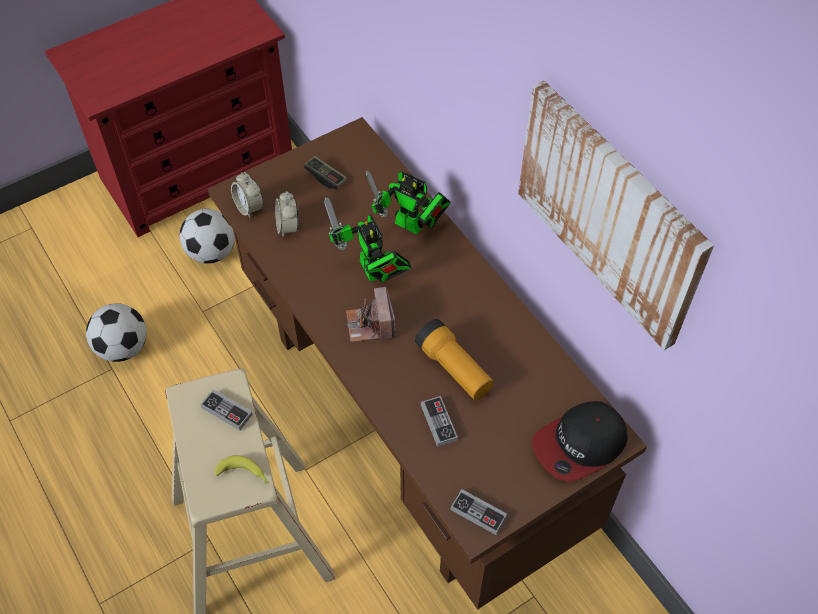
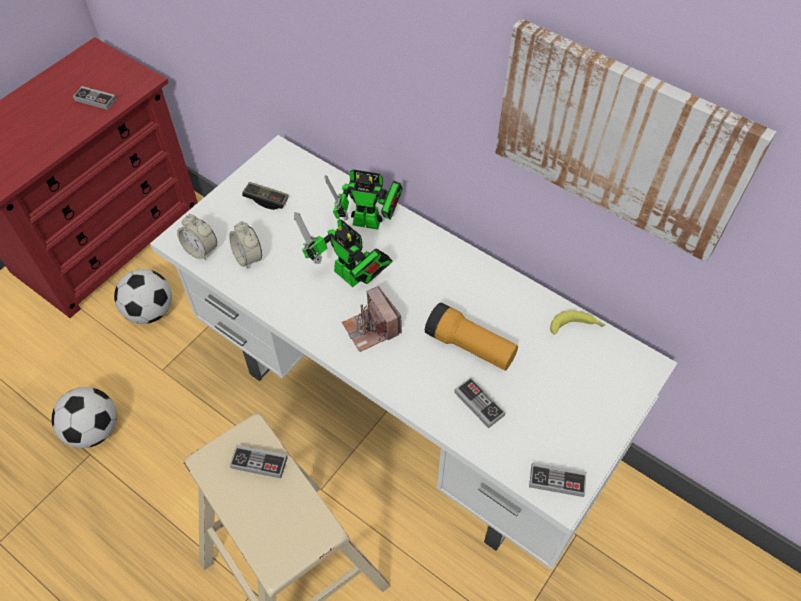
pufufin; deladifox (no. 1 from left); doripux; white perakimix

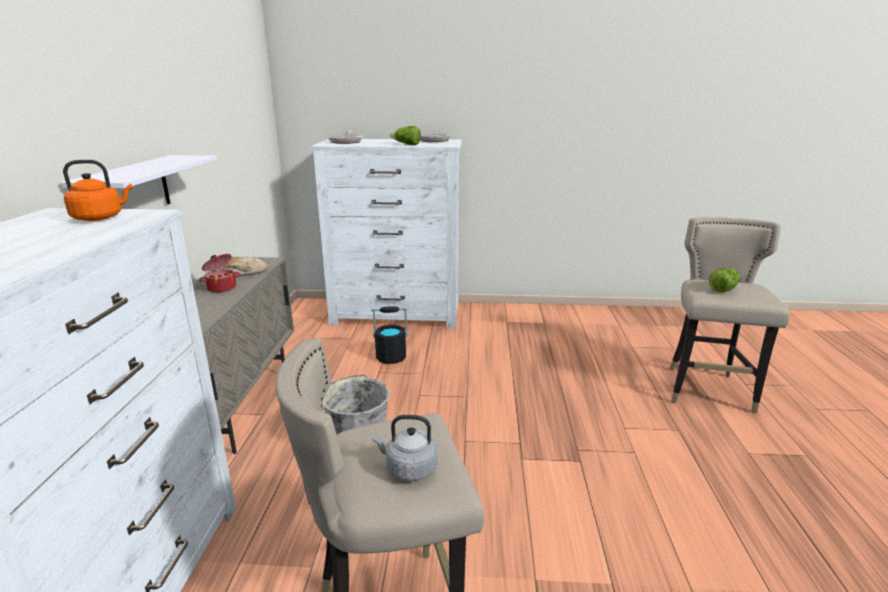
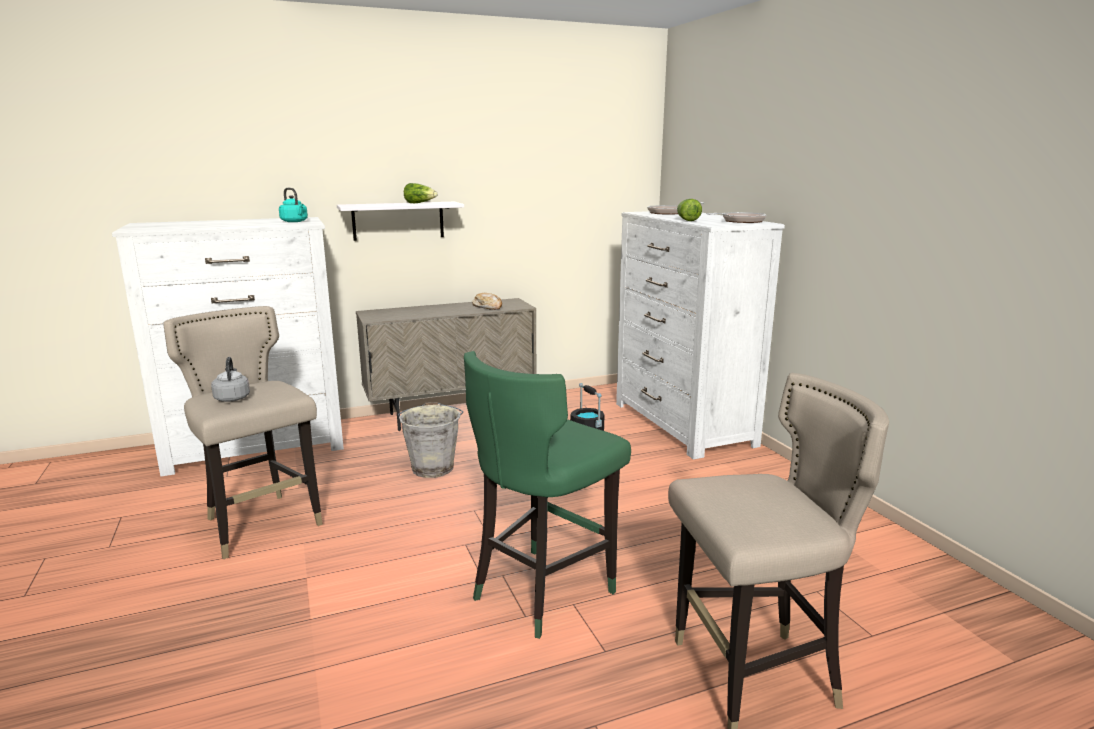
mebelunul; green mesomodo; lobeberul (no. 1 from left); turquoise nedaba

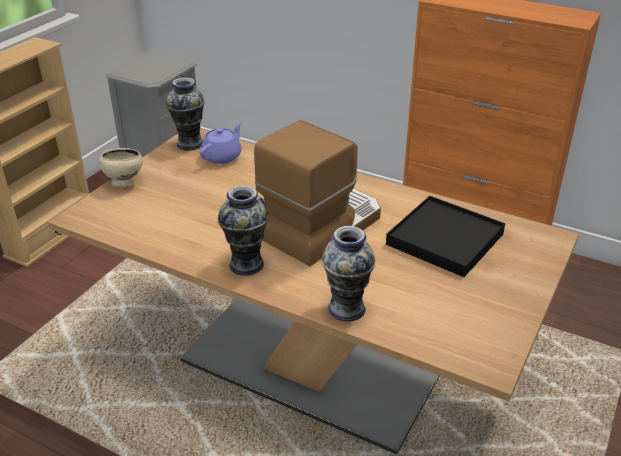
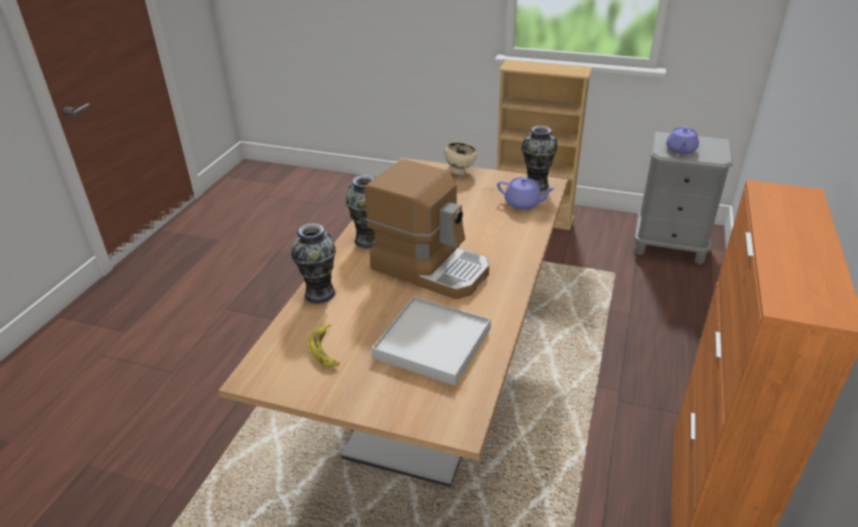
doripux; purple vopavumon (no. 2 from left); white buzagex

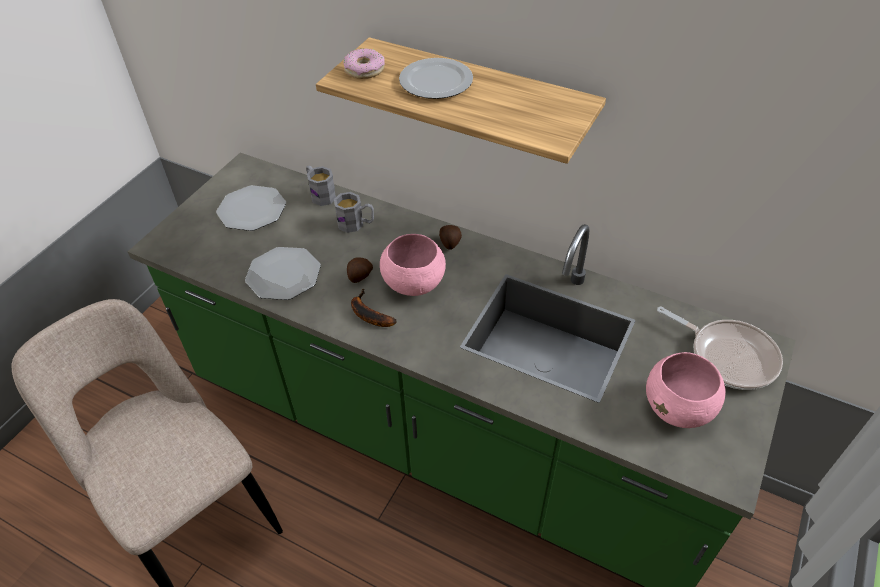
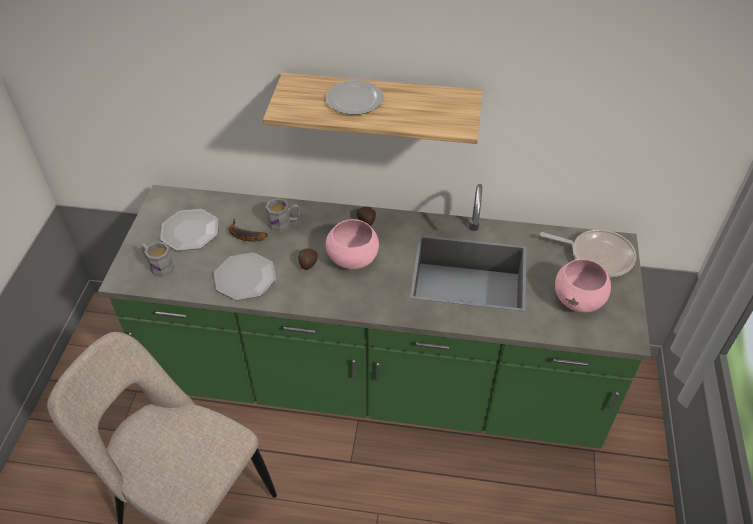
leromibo; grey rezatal (no. 1 from left); doripux

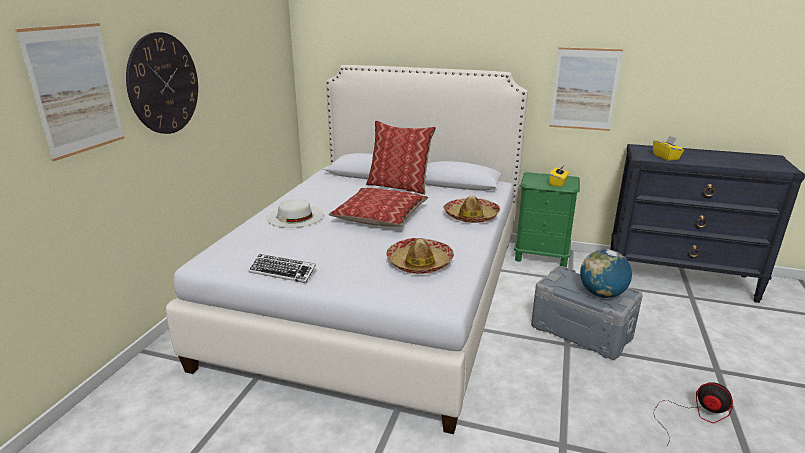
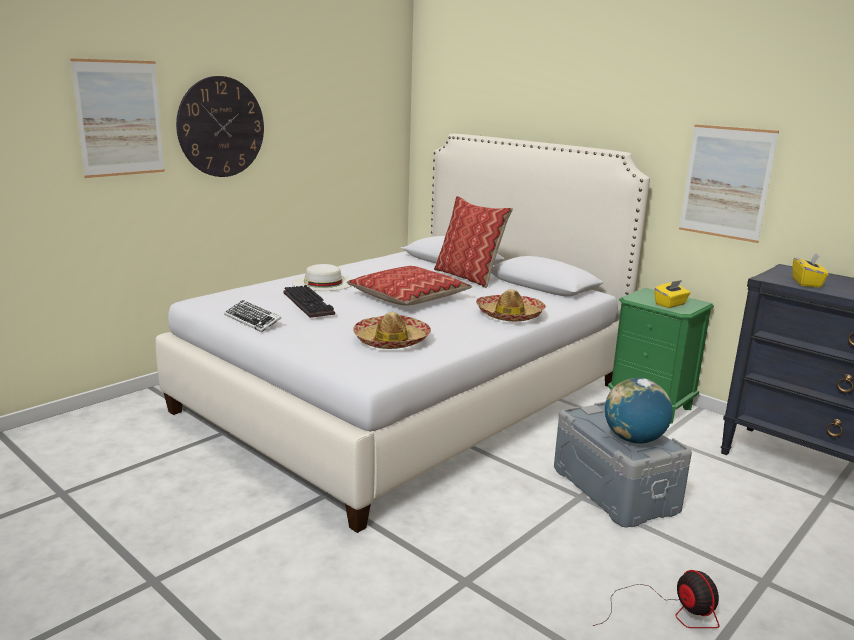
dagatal (no. 2 from left)

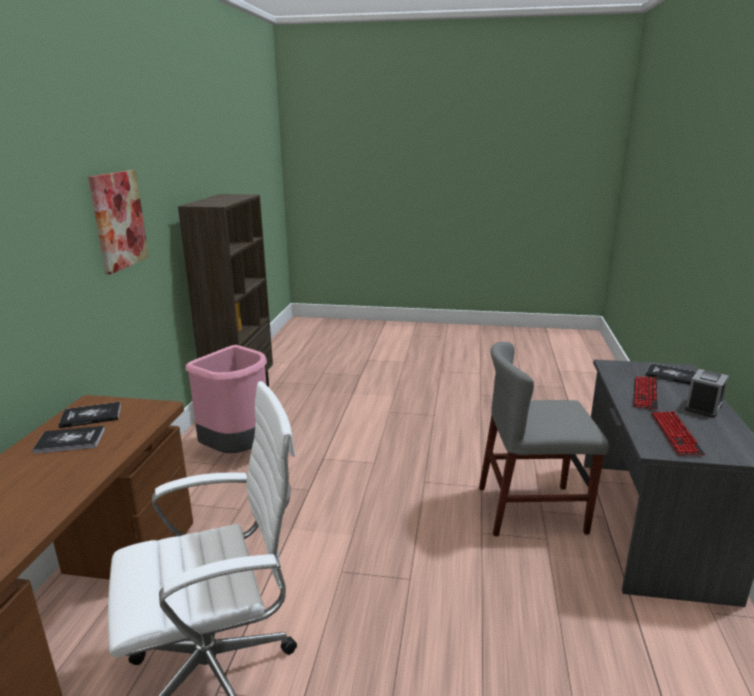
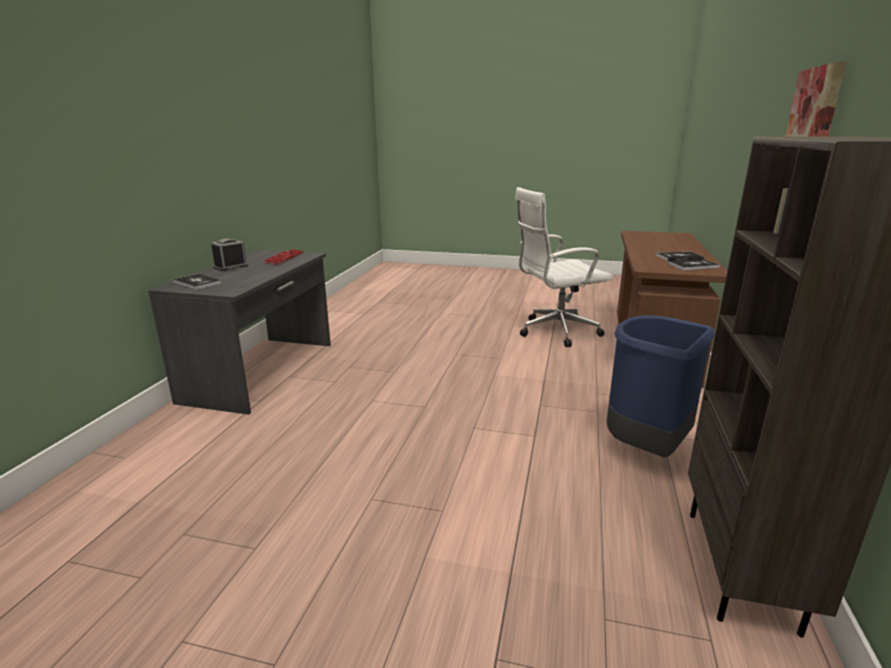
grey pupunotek; dagatal (no. 1 from left in the first image); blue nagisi

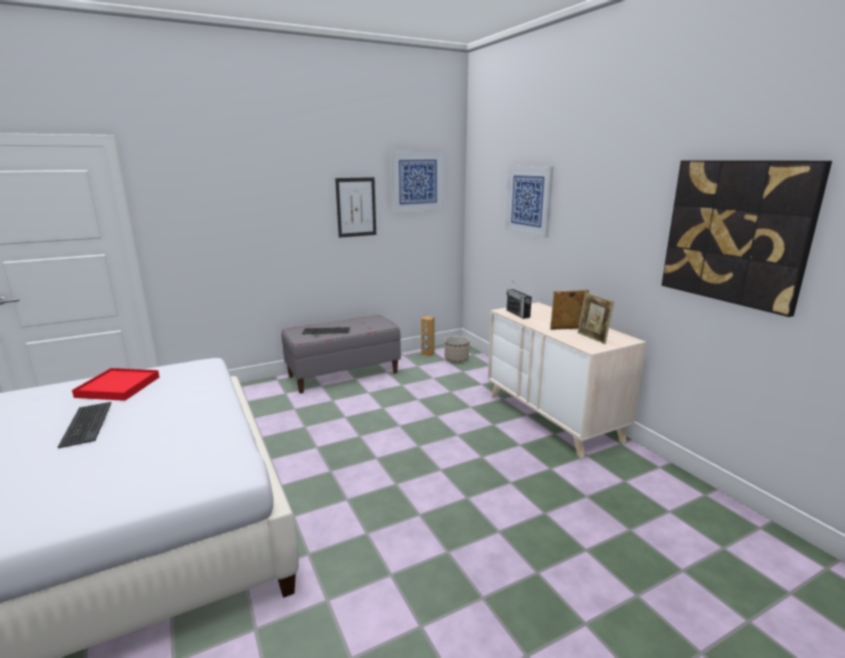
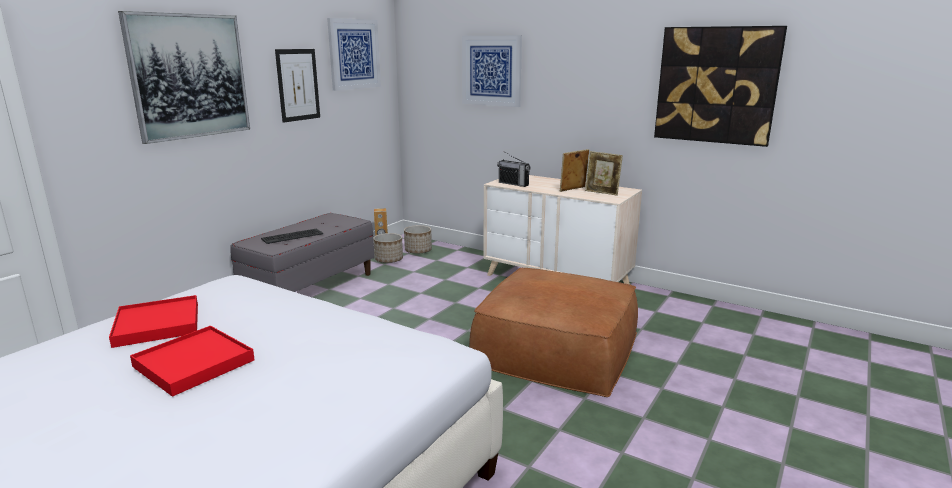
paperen (no. 1 from left); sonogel (no. 1 from left); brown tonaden; red buzagex (no. 2 from left)

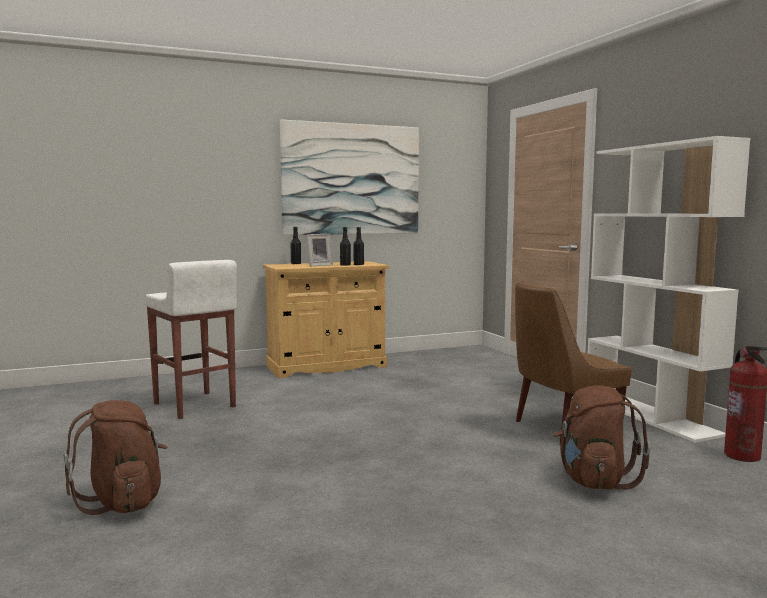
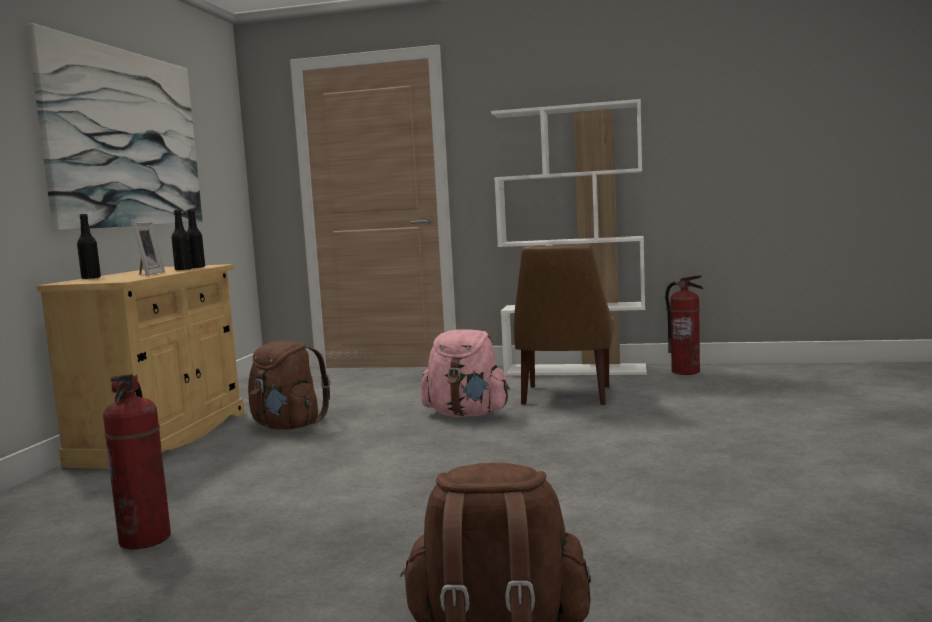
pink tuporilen; brown tuporilen (no. 1 from left); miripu (no. 1 from left)

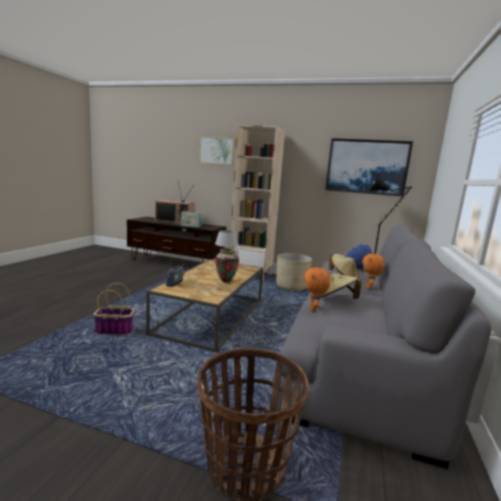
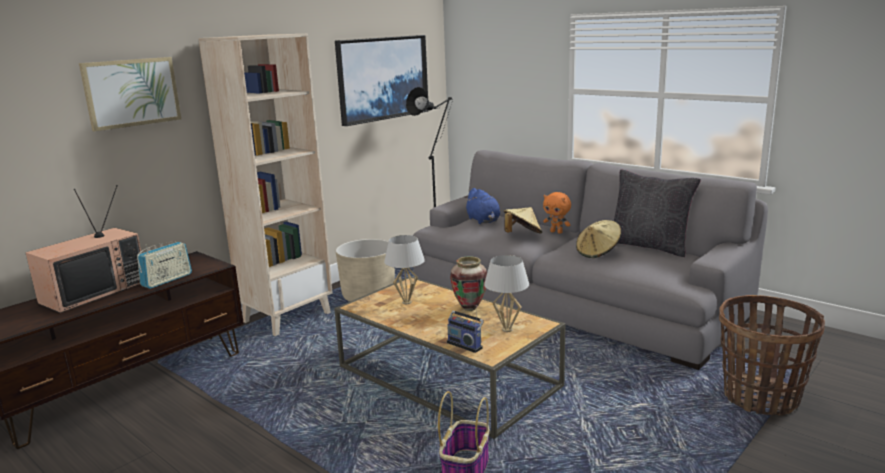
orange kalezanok (no. 1 from left in the first image); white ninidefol (no. 2 from left); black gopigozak

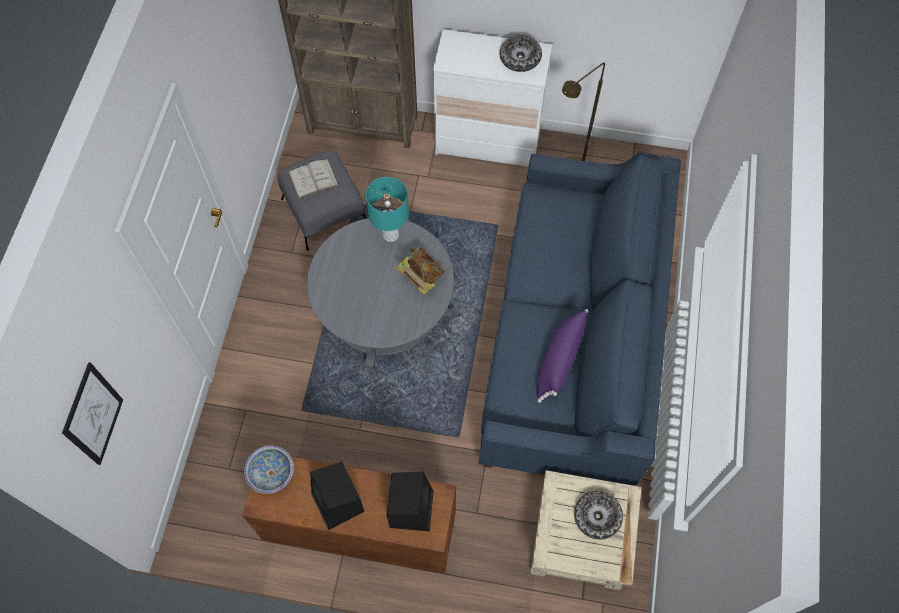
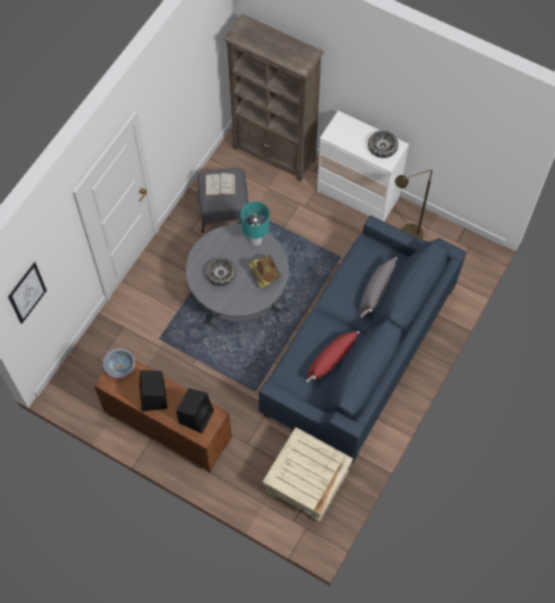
grey gopigozak; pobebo (no. 2 from left); red gopigozak

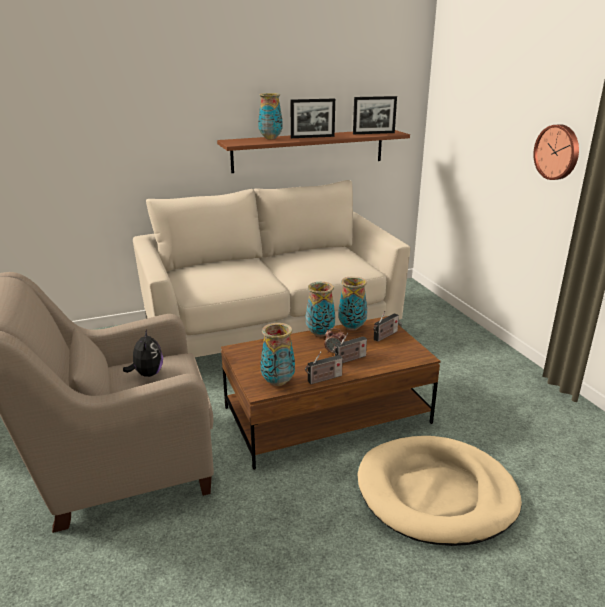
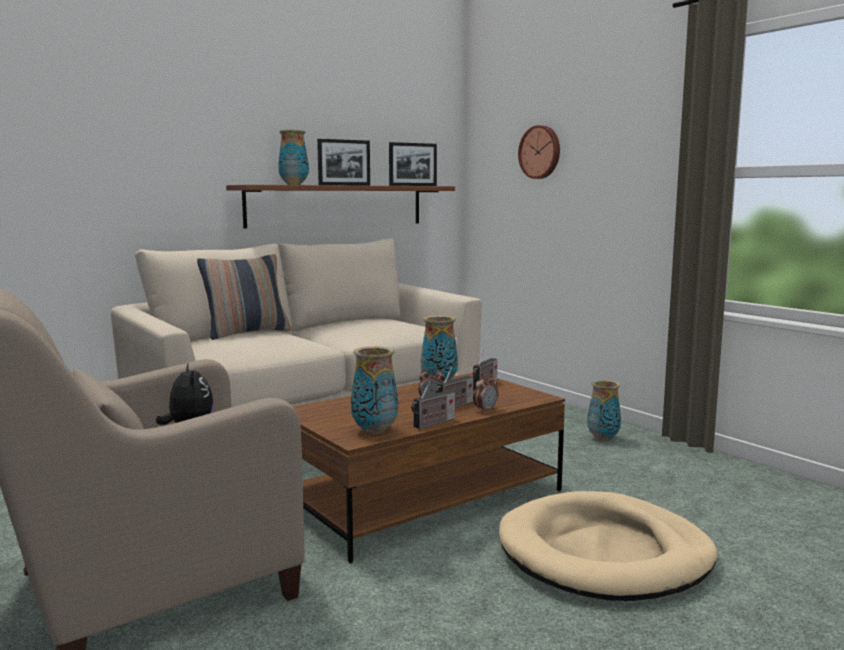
gopigozak; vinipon (no. 2 from left); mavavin (no. 4 from left); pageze

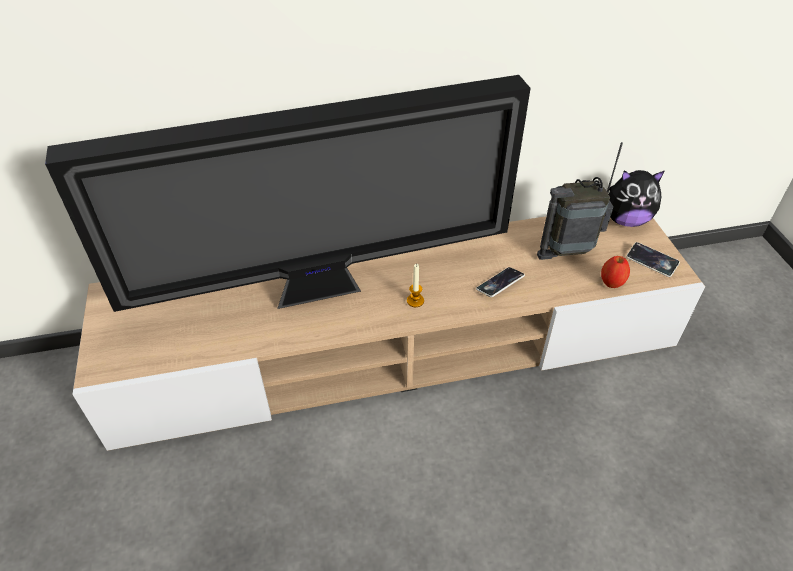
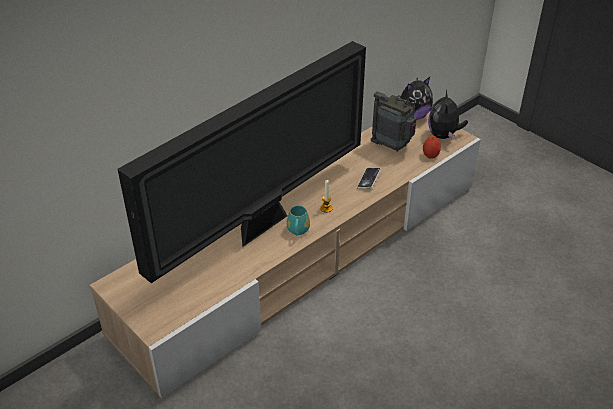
turquoise rezatal; kalezanok (no. 2 from left); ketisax

